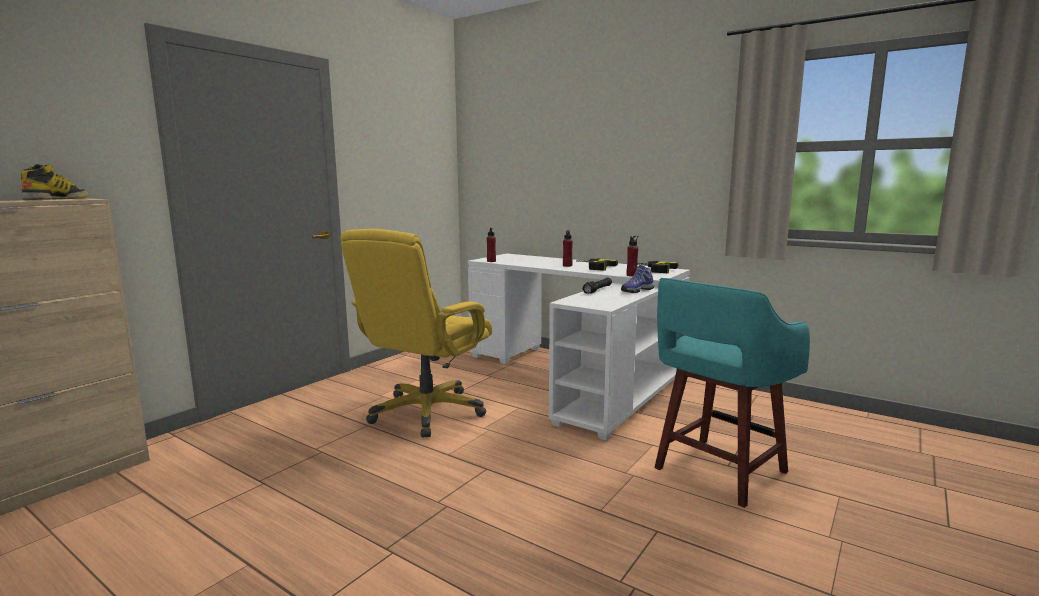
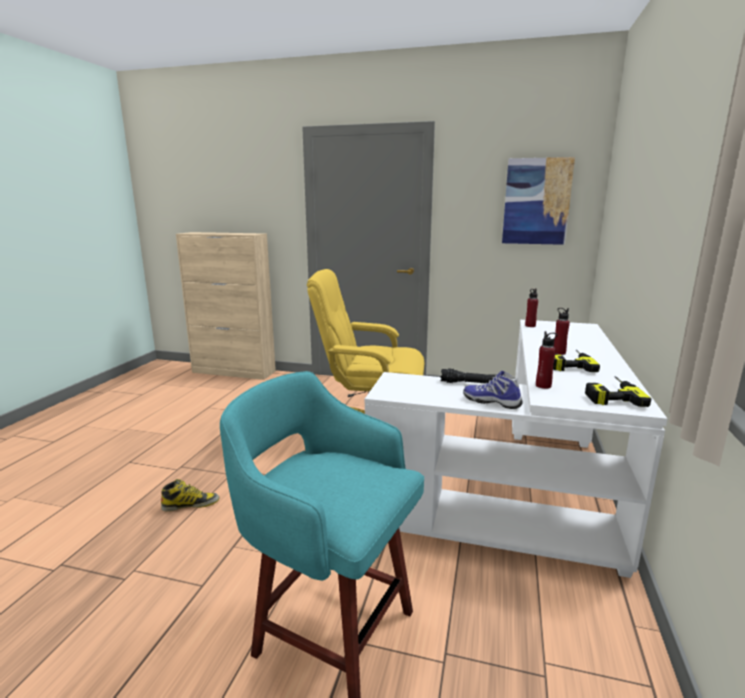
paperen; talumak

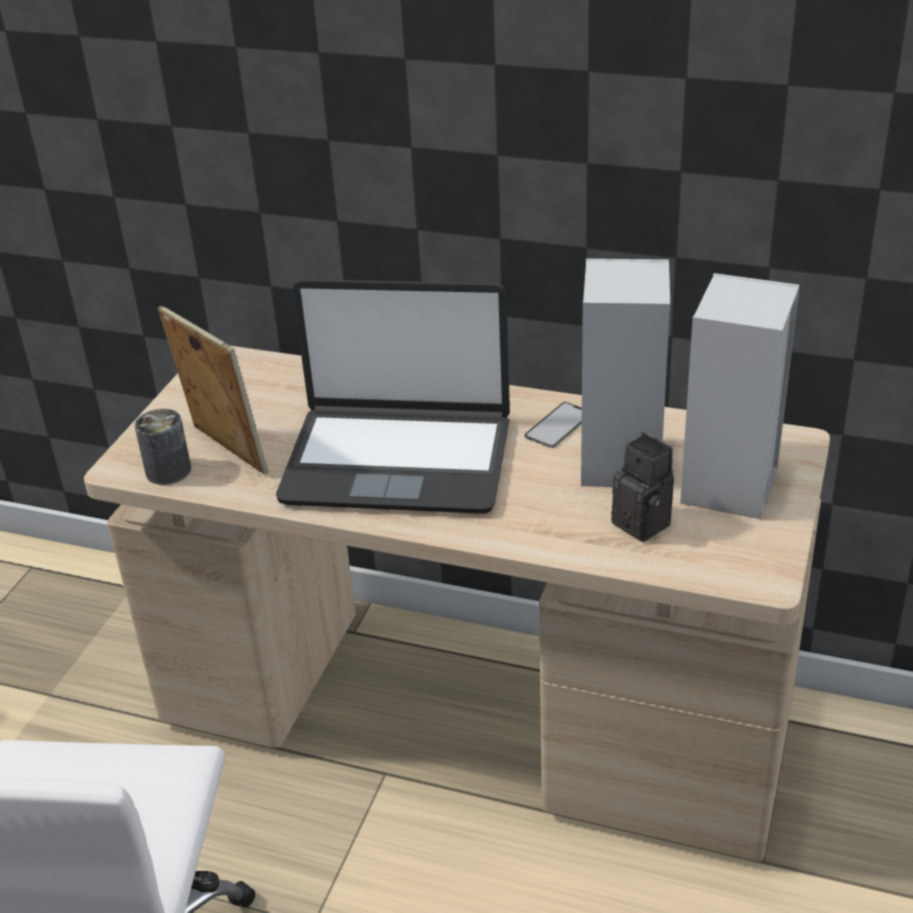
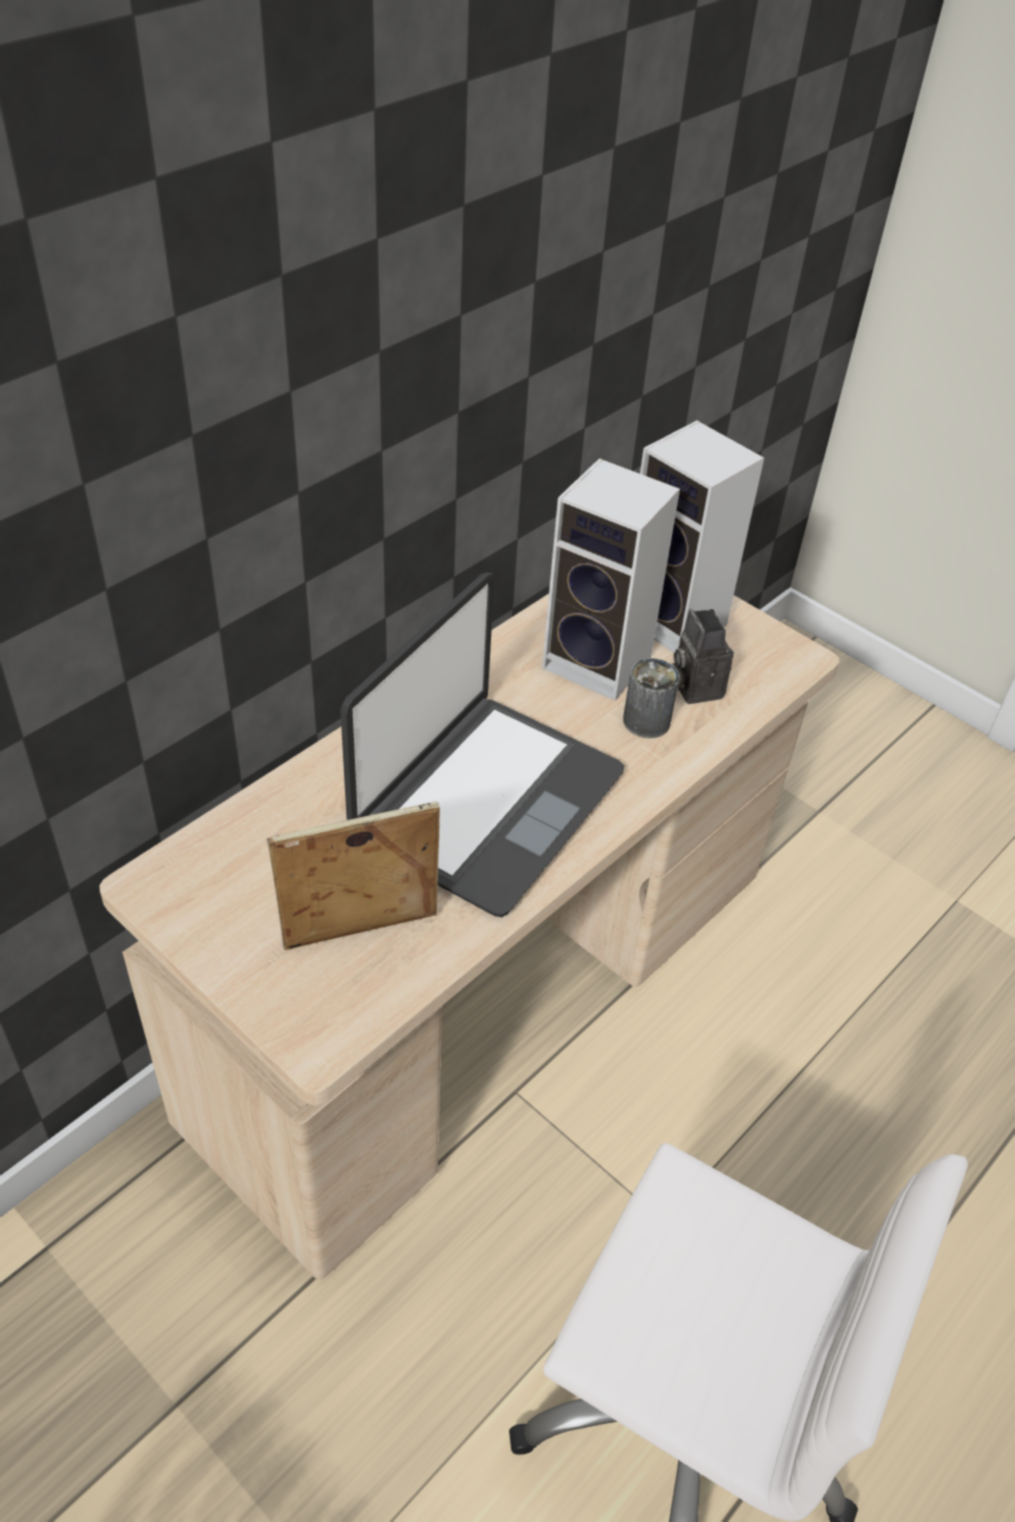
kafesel; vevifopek; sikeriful

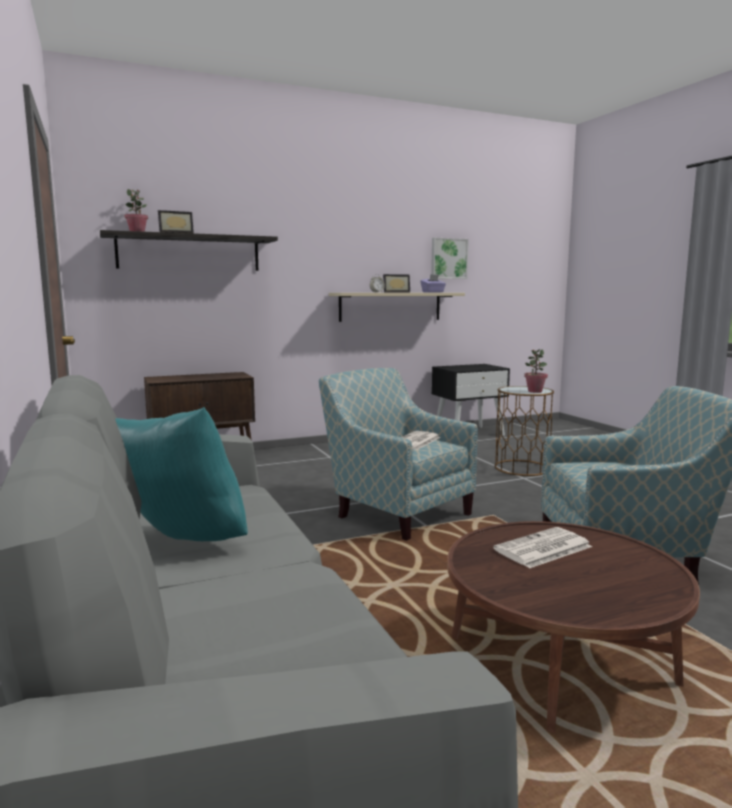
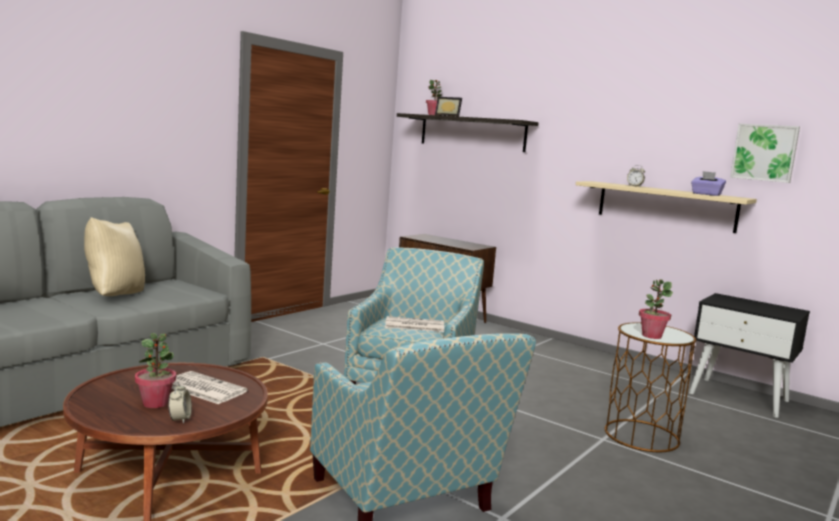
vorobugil (no. 2 from left in the first image); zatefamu (no. 1 from left); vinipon (no. 1 from left); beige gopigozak

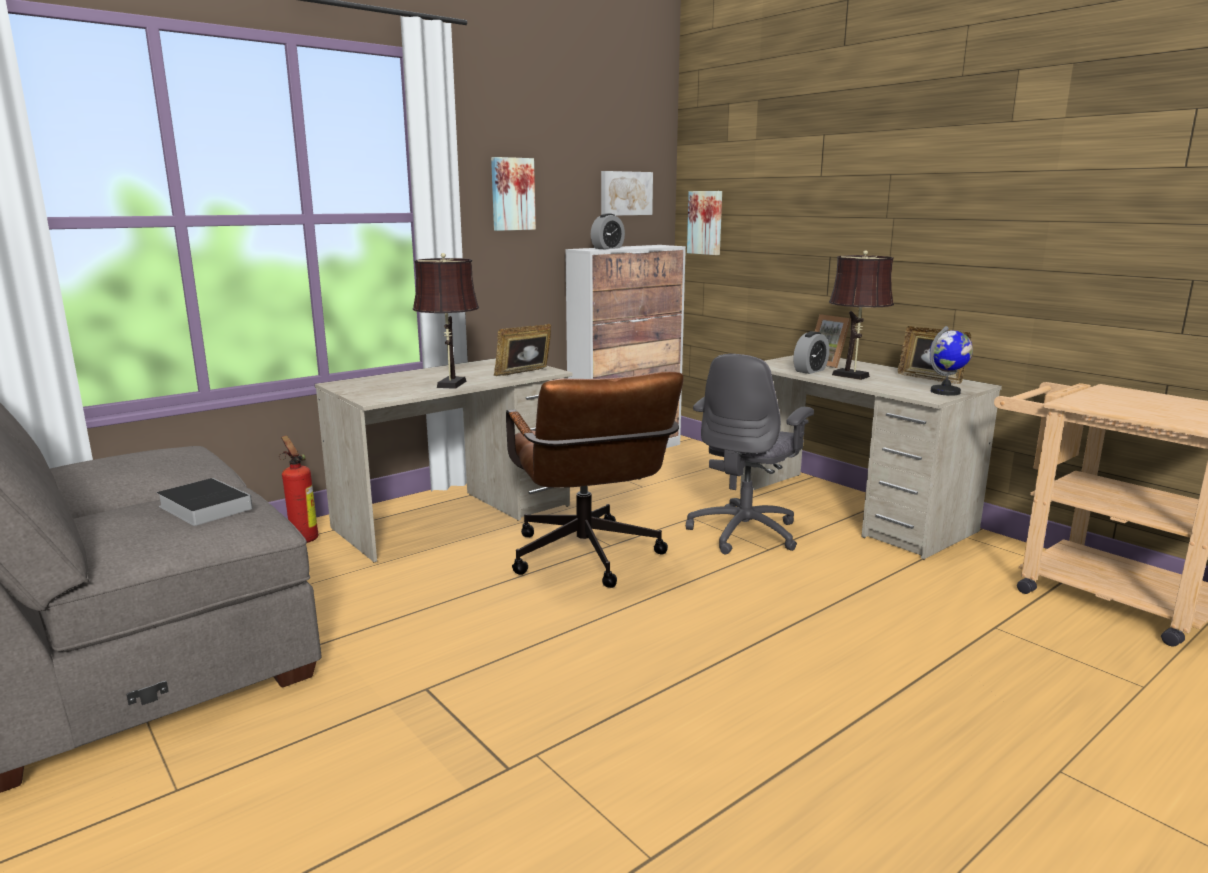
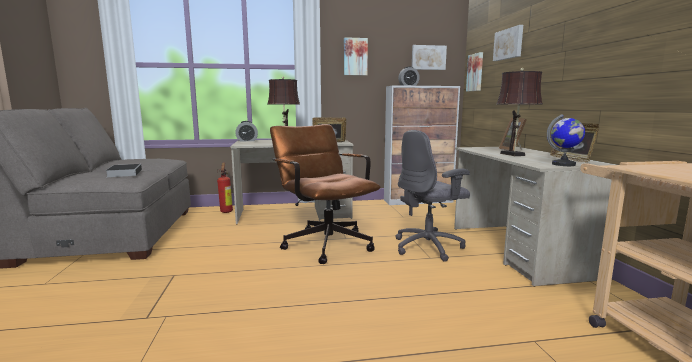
paperen (no. 4 from left); vinipon (no. 1 from left); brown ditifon

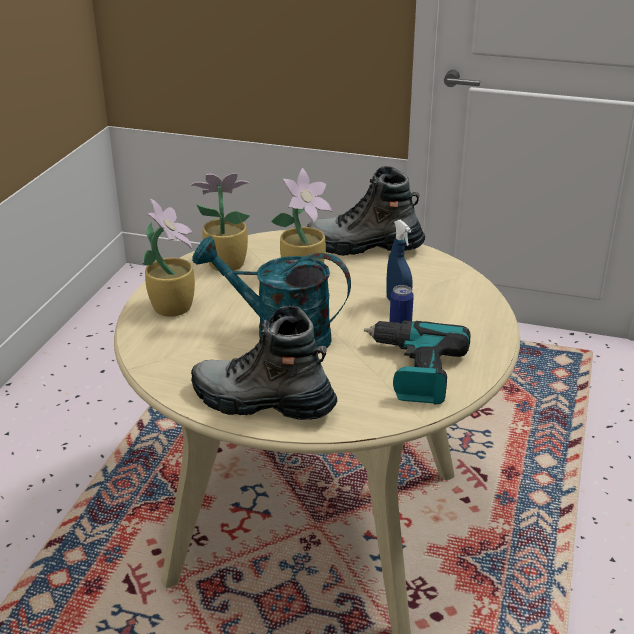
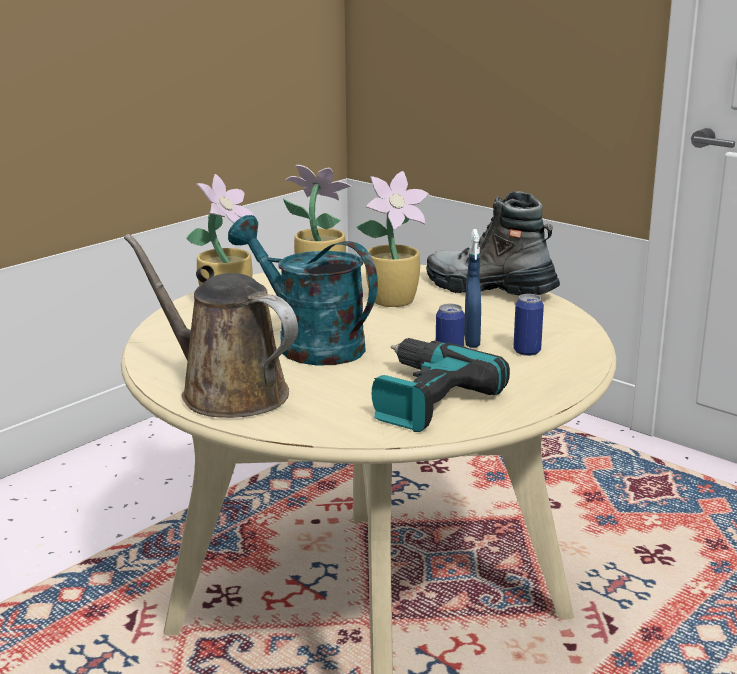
vevifopek (no. 2 from left); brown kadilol

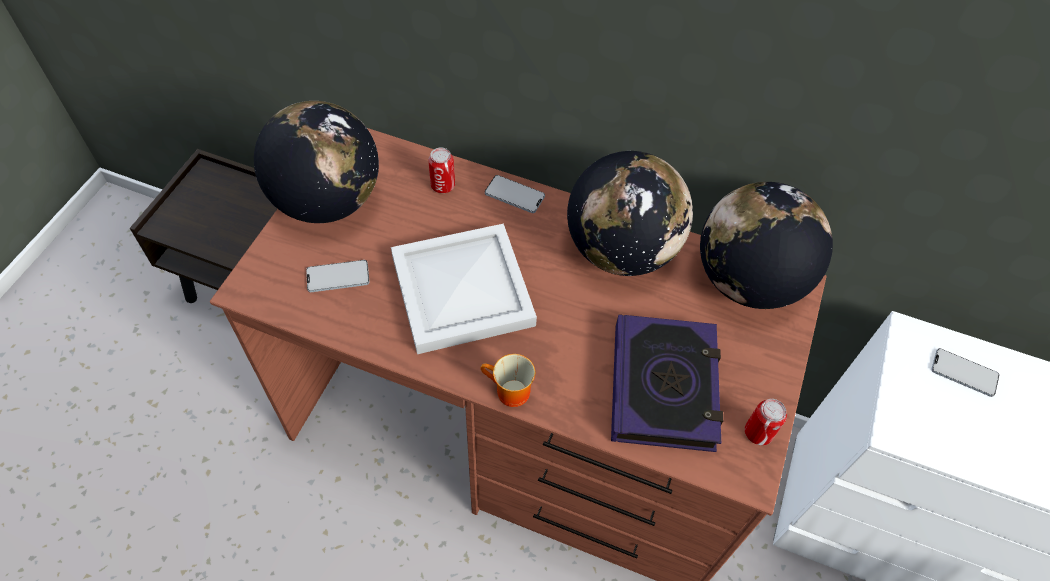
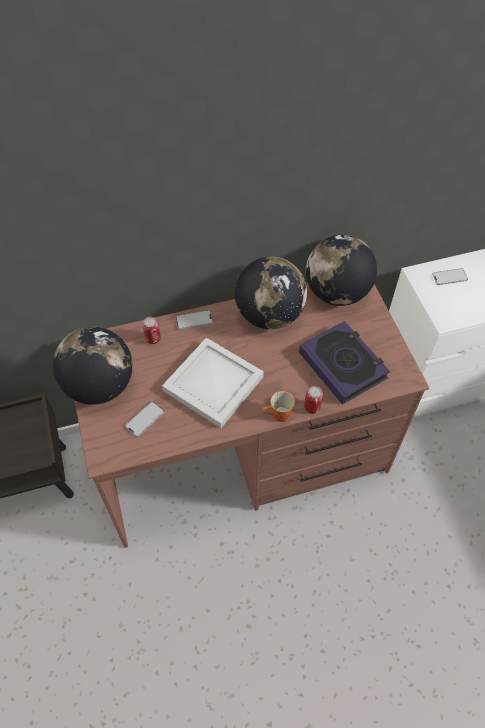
vevifopek (no. 2 from left)

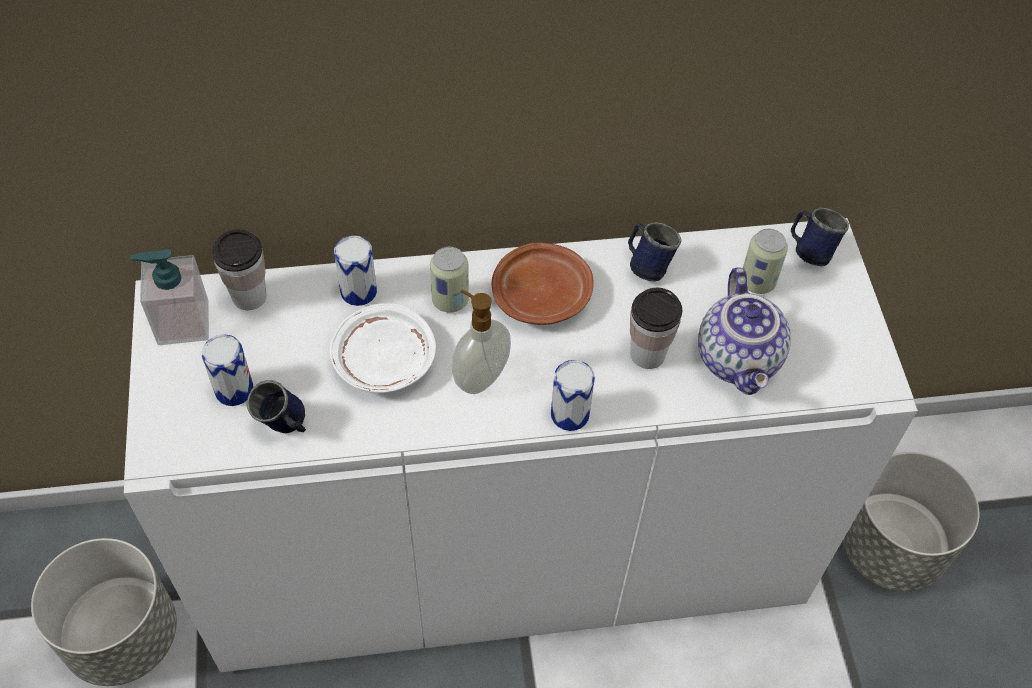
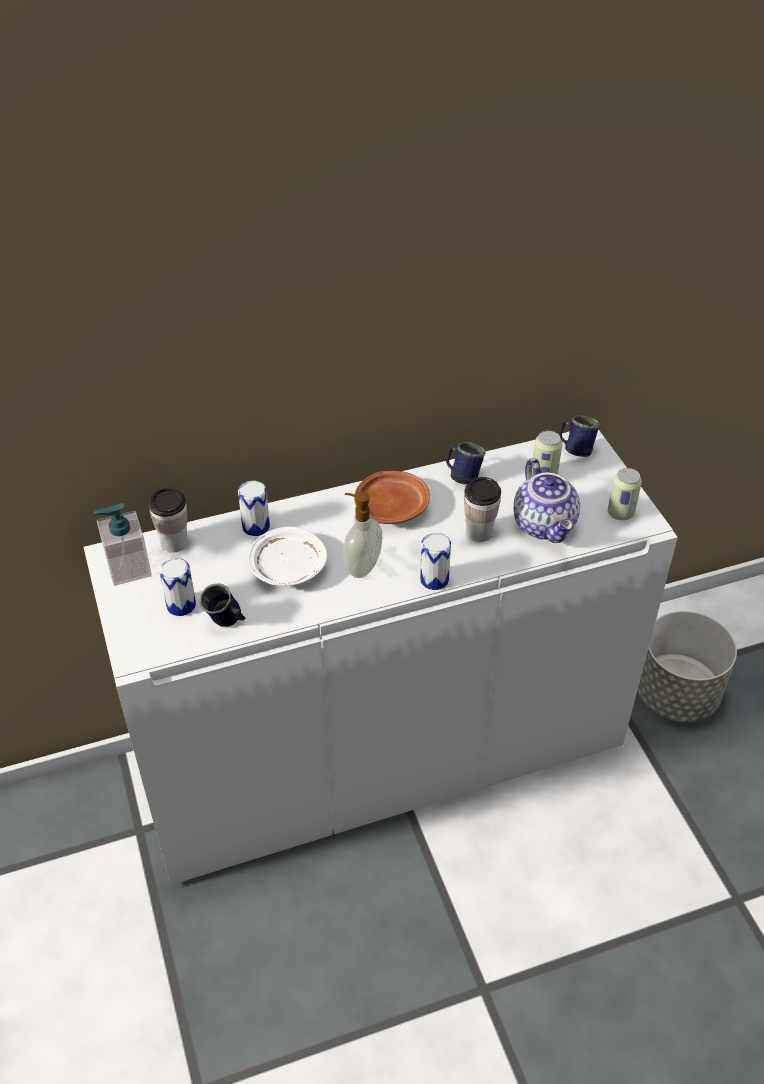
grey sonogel (no. 1 from left in the first image); vevifopek (no. 5 from left)

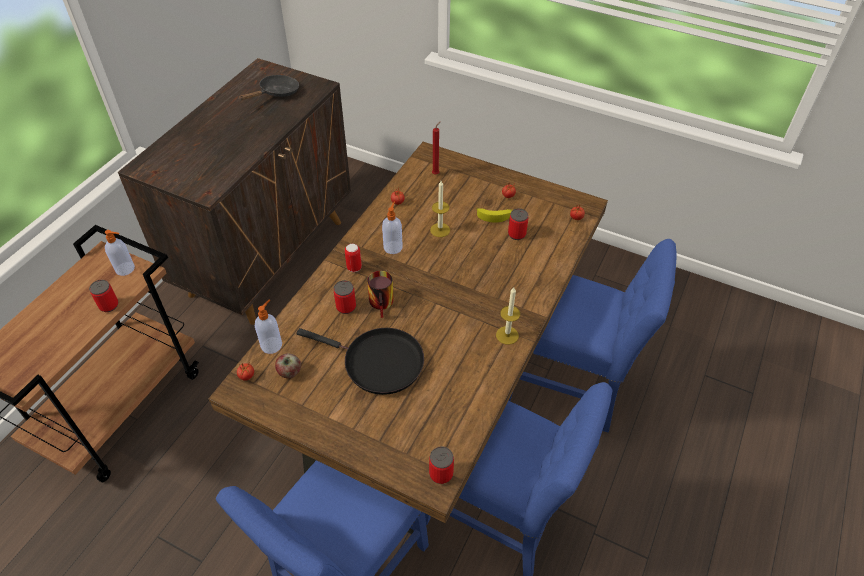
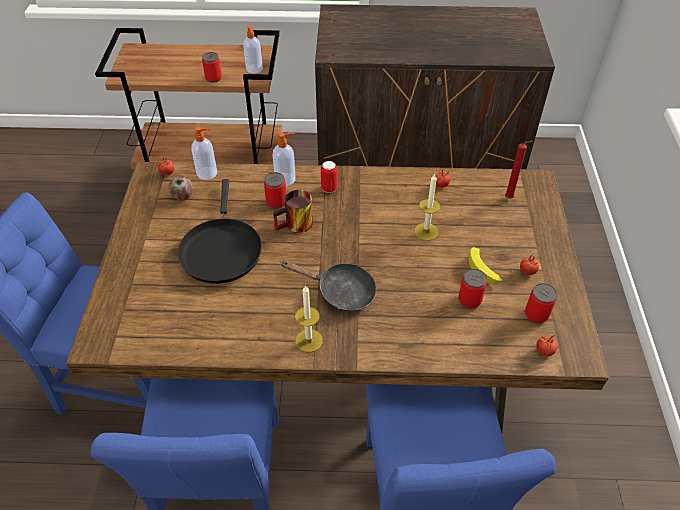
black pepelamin (no. 2 from left); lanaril (no. 3 from left); vevifopek (no. 5 from left)

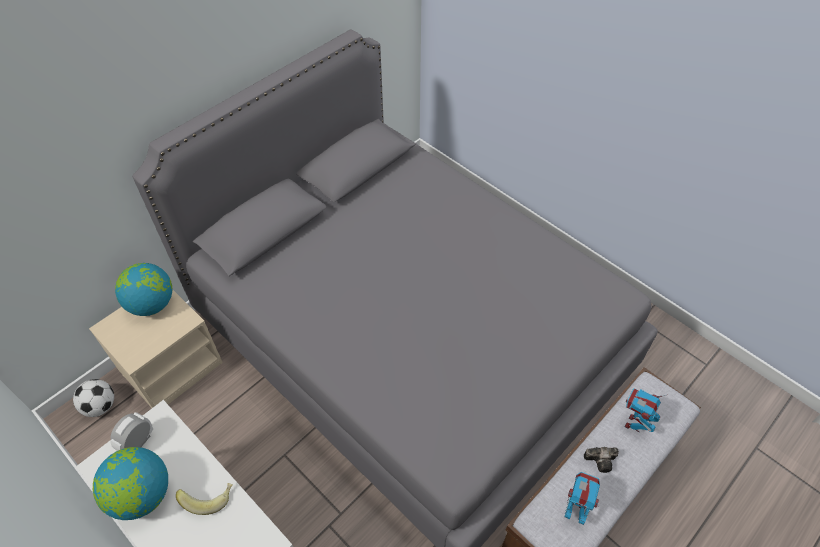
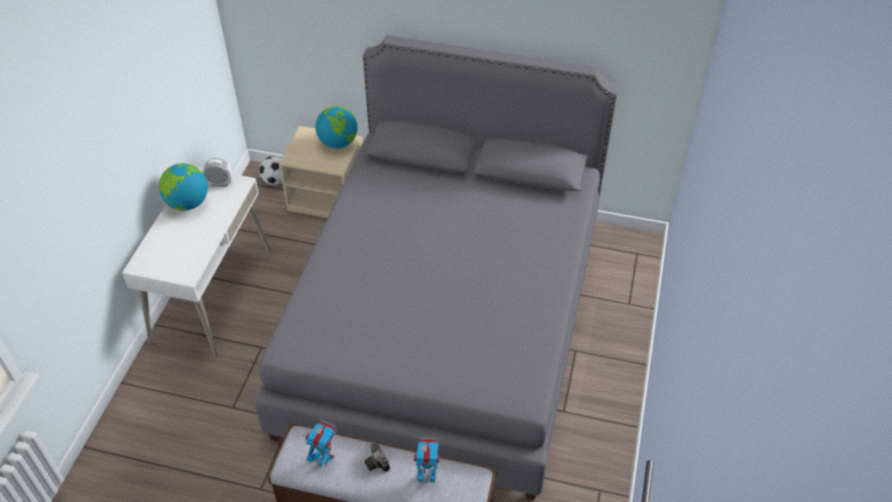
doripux; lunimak (no. 1 from left)

